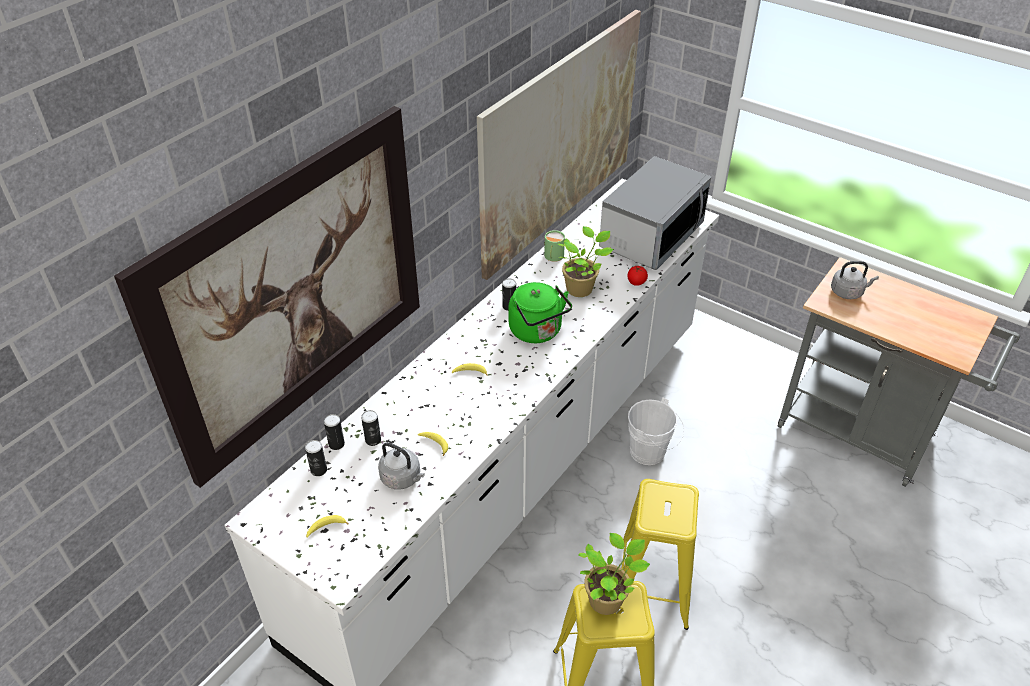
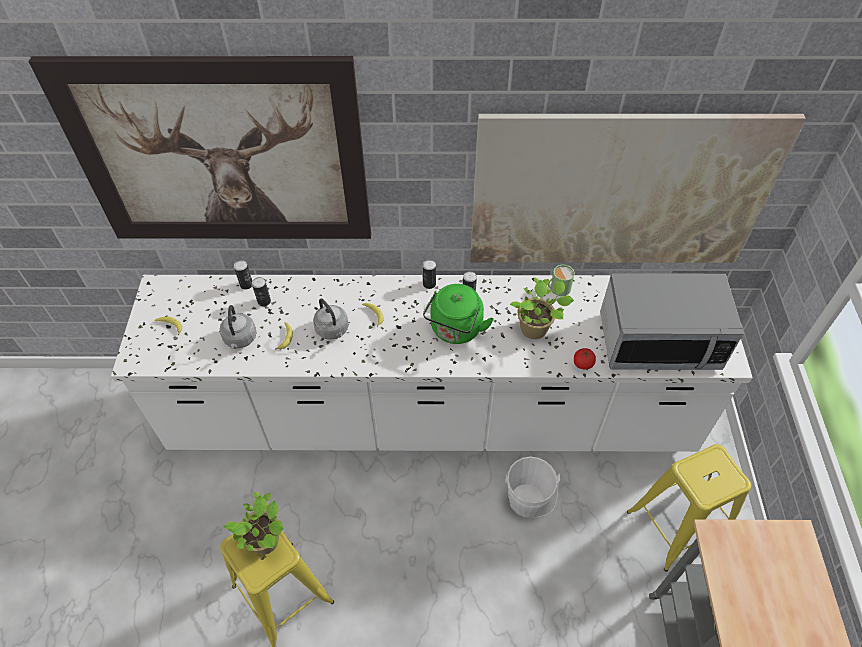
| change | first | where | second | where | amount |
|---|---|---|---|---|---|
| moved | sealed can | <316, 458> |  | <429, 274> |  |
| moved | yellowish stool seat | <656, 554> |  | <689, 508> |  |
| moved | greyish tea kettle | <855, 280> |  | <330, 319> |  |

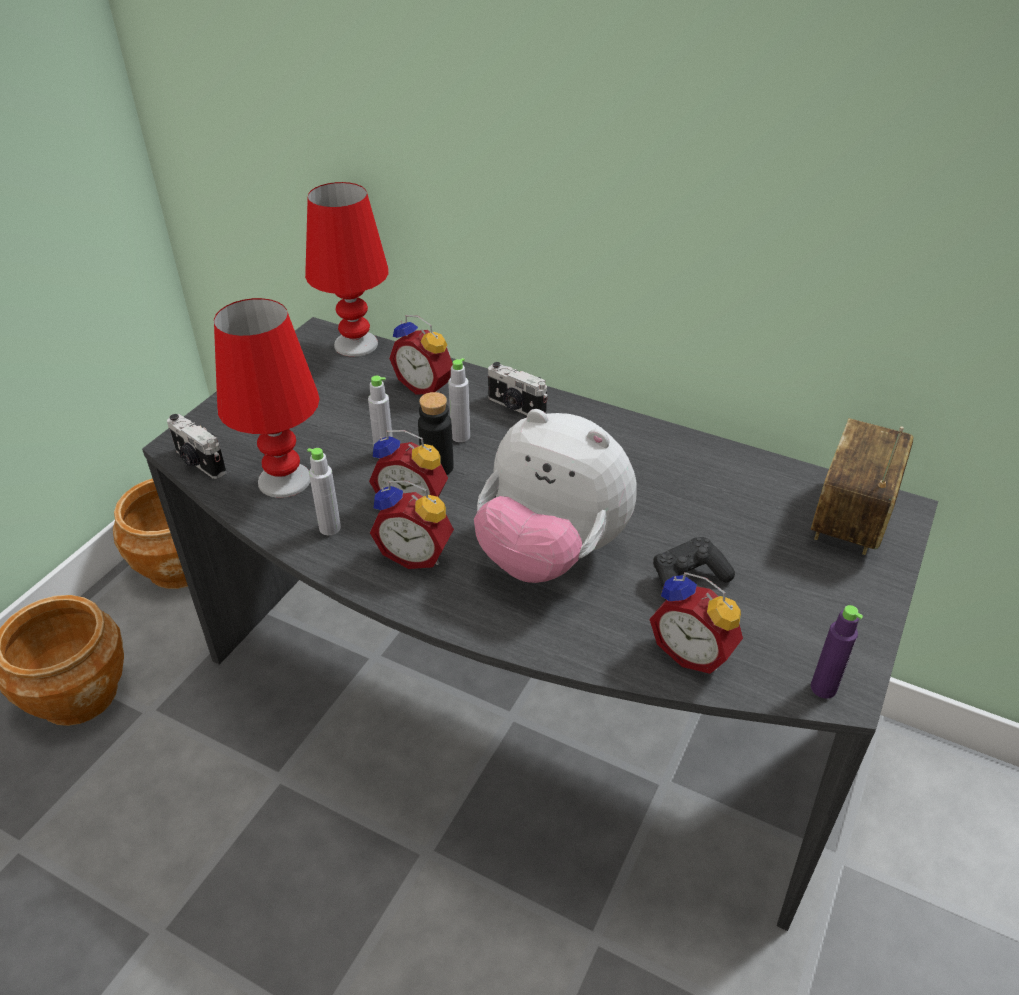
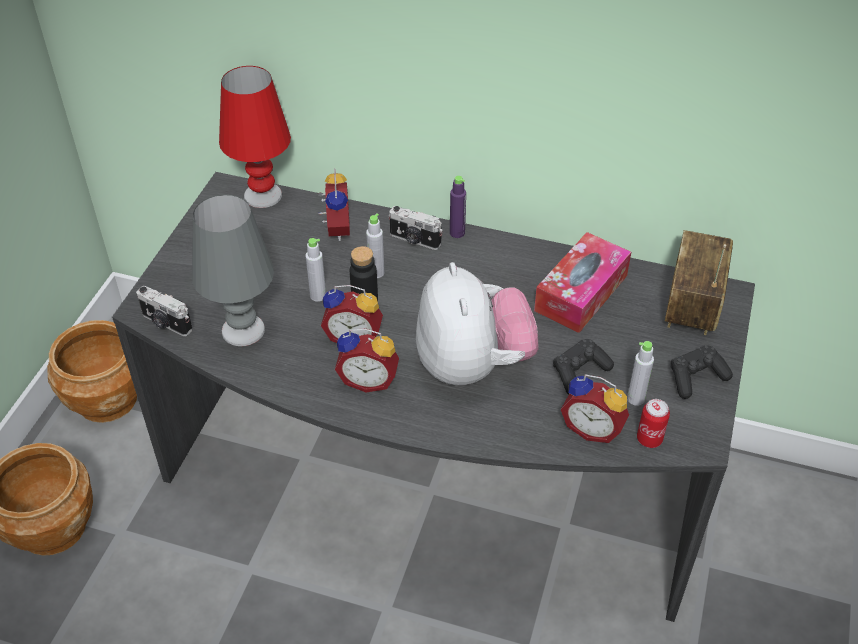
| change | first | where | second | where | amount |
|---|---|---|---|---|---|
| recoloured | red lamp for a table | <267, 398> | greyish lamp for a table | <233, 270> |  |
| moved | greyish drink bottle | <324, 491> |  | <640, 373> |  |
| turned | alarm clock | <421, 354> |  | <334, 205> | 120 degrees counterclockwise |
| turned | soft toy | <555, 496> |  | <477, 323> | 120 degrees counterclockwise |
| moved | purple-coloured drink bottle | <837, 651> |  | <458, 207> |  |
| added |  |  | box of tissues | <582, 282> |  |
| added |  |  | sealed can | <653, 423> |  |
| added |  |  | black-coloured gamepad | <701, 372> |  |

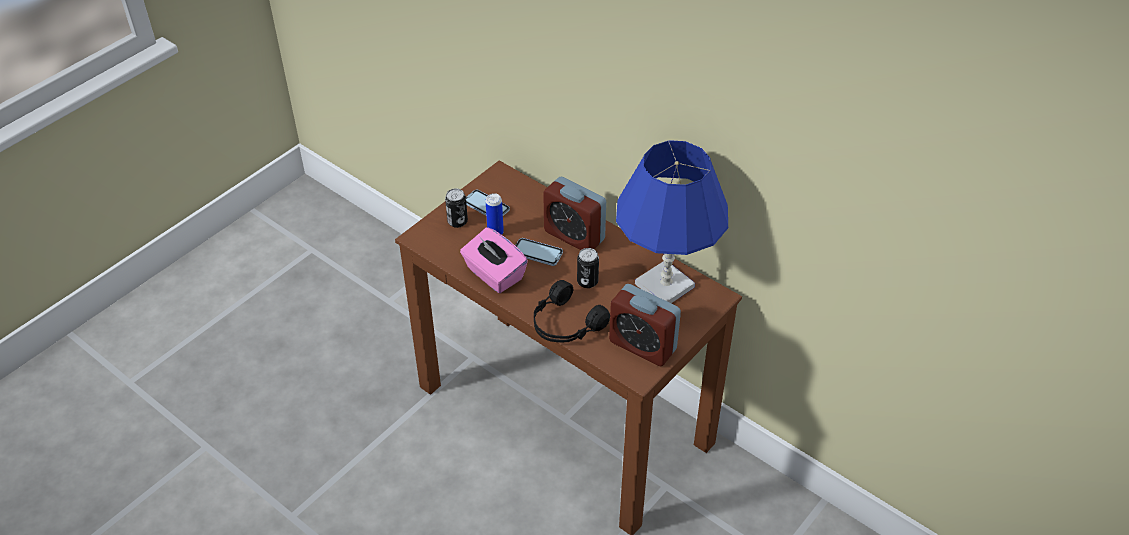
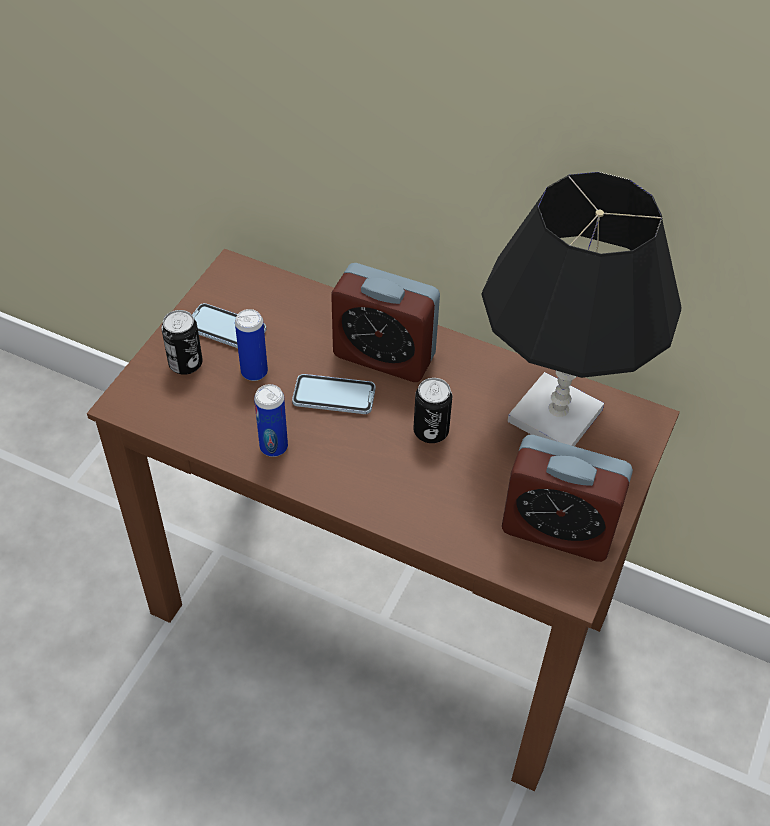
| change | first | where | second | where | amount |
|---|---|---|---|---|---|
| replaced | pink box of tissues | <494, 260> | sealed can | <271, 420> |  |
| removed | black-coloured pair of headphones | <572, 311> |  |  |  |
| recoloured | blue lamp for a table | <672, 221> | black-coloured lamp for a table | <581, 309> |  |

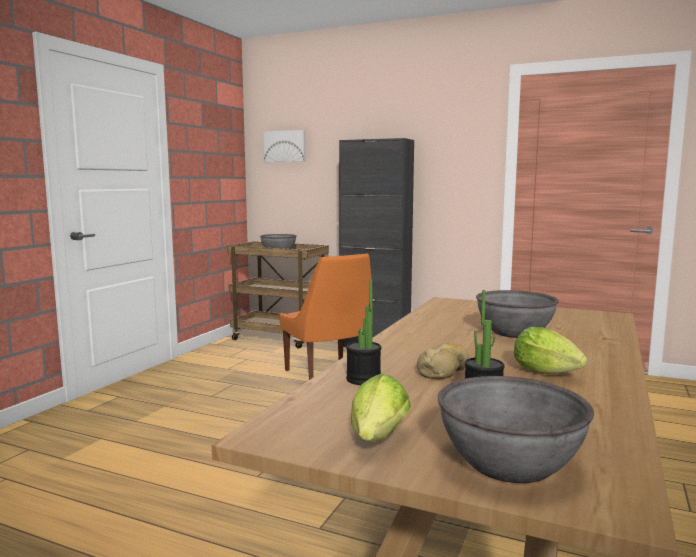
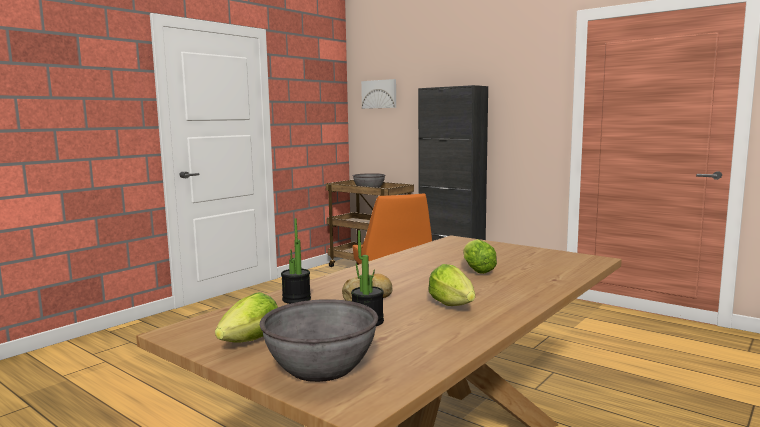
| change | first | where | second | where | amount |
|---|---|---|---|---|---|
| replaced | greyish serving bowl | <517, 314> | lettuce head | <480, 256> |  |

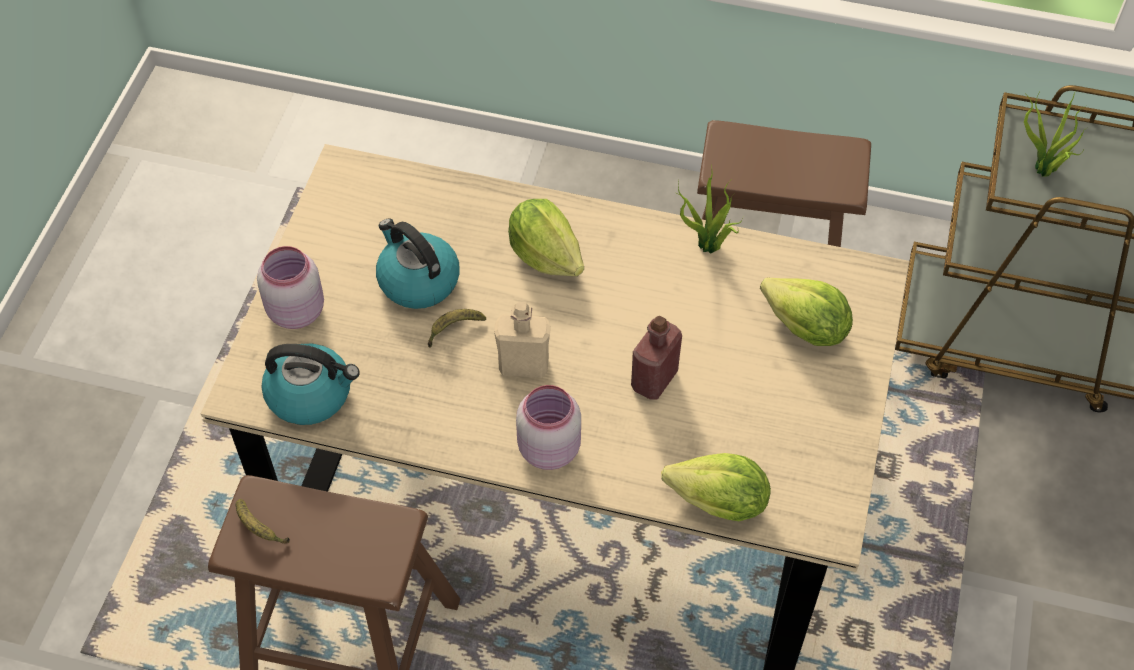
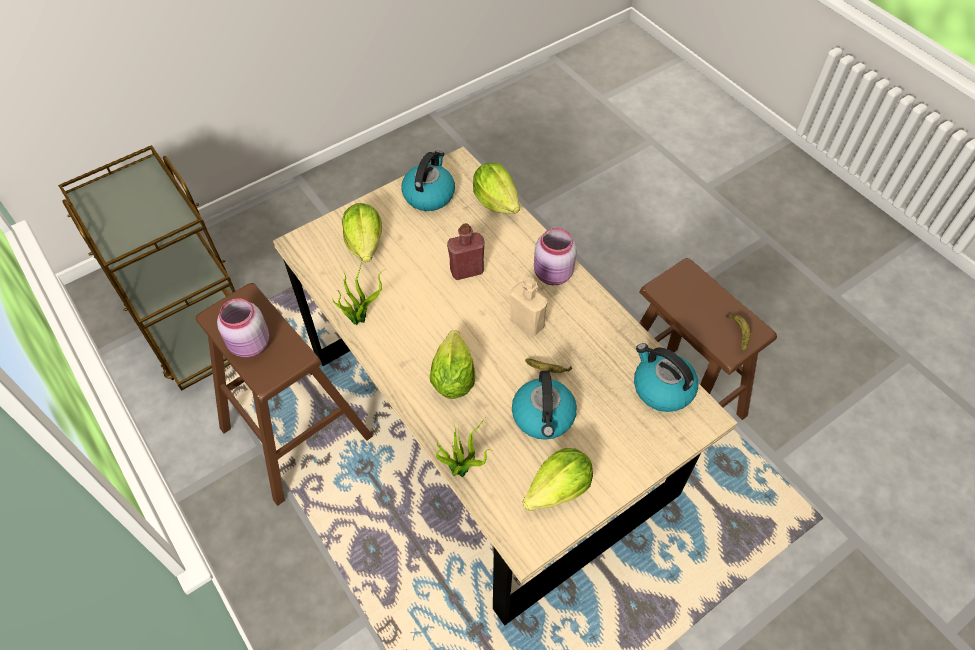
| change | first | where | second | where | amount |
|---|---|---|---|---|---|
| moved | pink jar | <290, 287> |  | <243, 328> |  |
| moved | plant in a pot | <1055, 133> |  | <464, 446> |  |
| added |  |  | tea kettle | <428, 180> |  |
| added |  |  | lettuce head | <557, 479> |  |

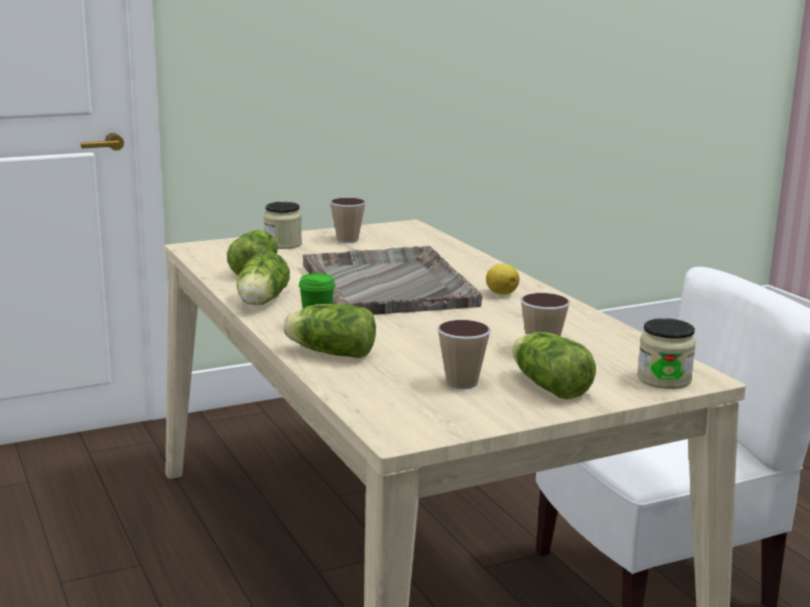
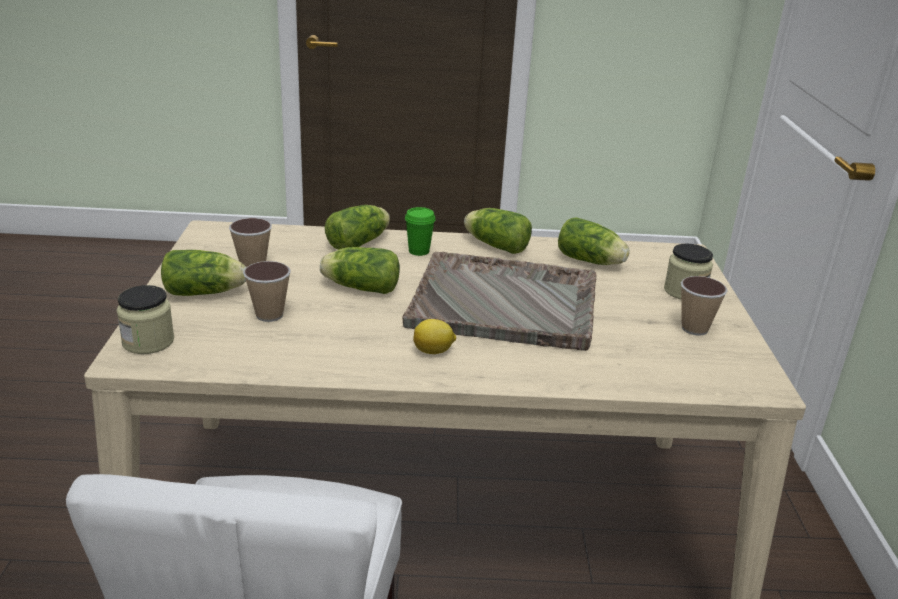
| change | first | where | second | where | amount |
|---|---|---|---|---|---|
| added |  |  | lettuce head | <360, 270> |  |

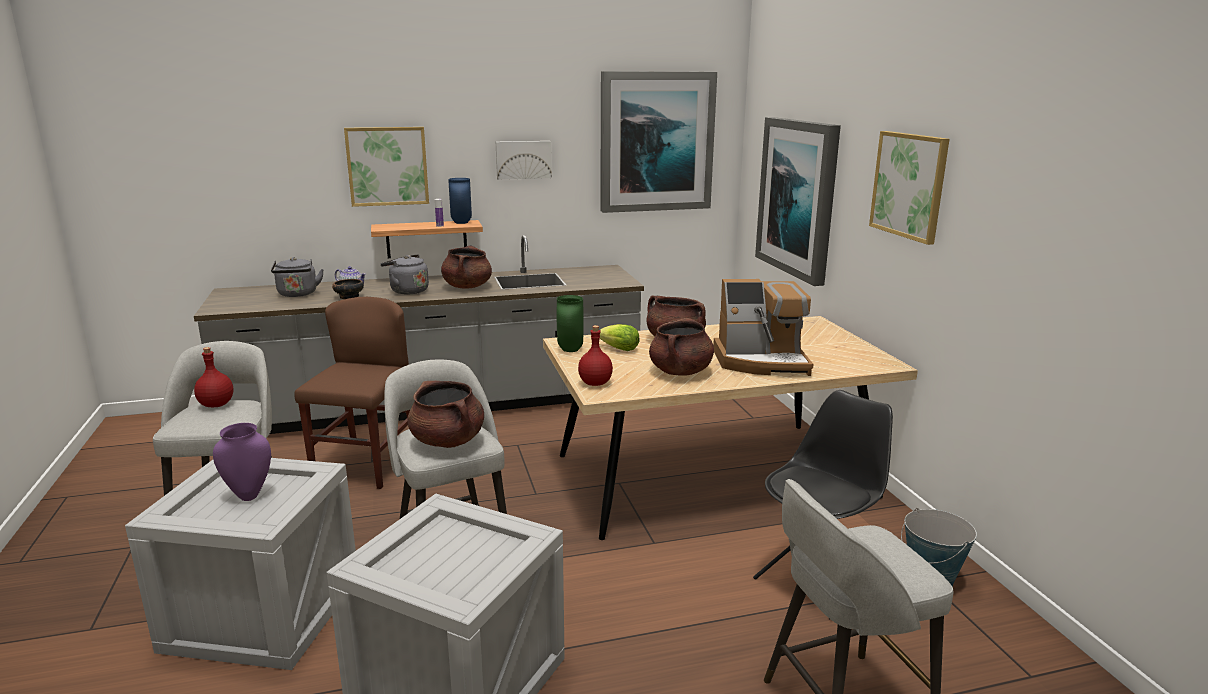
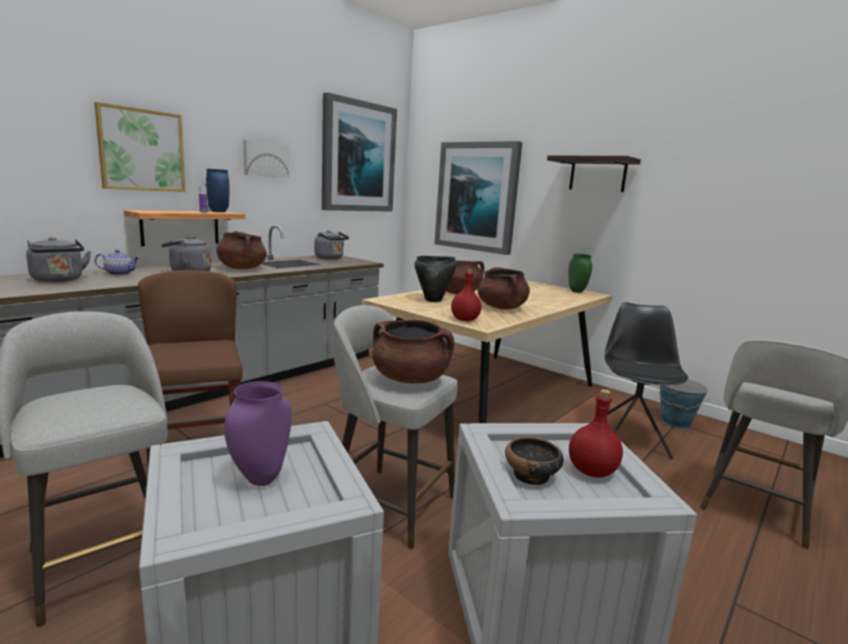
| change | first | where | second | where | amount |
|---|---|---|---|---|---|
| moved | red drink bottle | <213, 377> |  | <596, 433> |  |
| moved | serving bowl | <348, 289> |  | <534, 461> |  |
| moved | greenish flower vase | <570, 323> |  | <580, 273> |  |
| replaced | lettuce head | <619, 337> | black-coloured saucepot | <435, 279> |  |
| removed | coffee brewer | <763, 327> |  |  |  |
| replaced | wall picture | <909, 188> | wall shelf | <594, 173> |  |
| added |  |  | greyish tea kettle | <331, 245> |  |

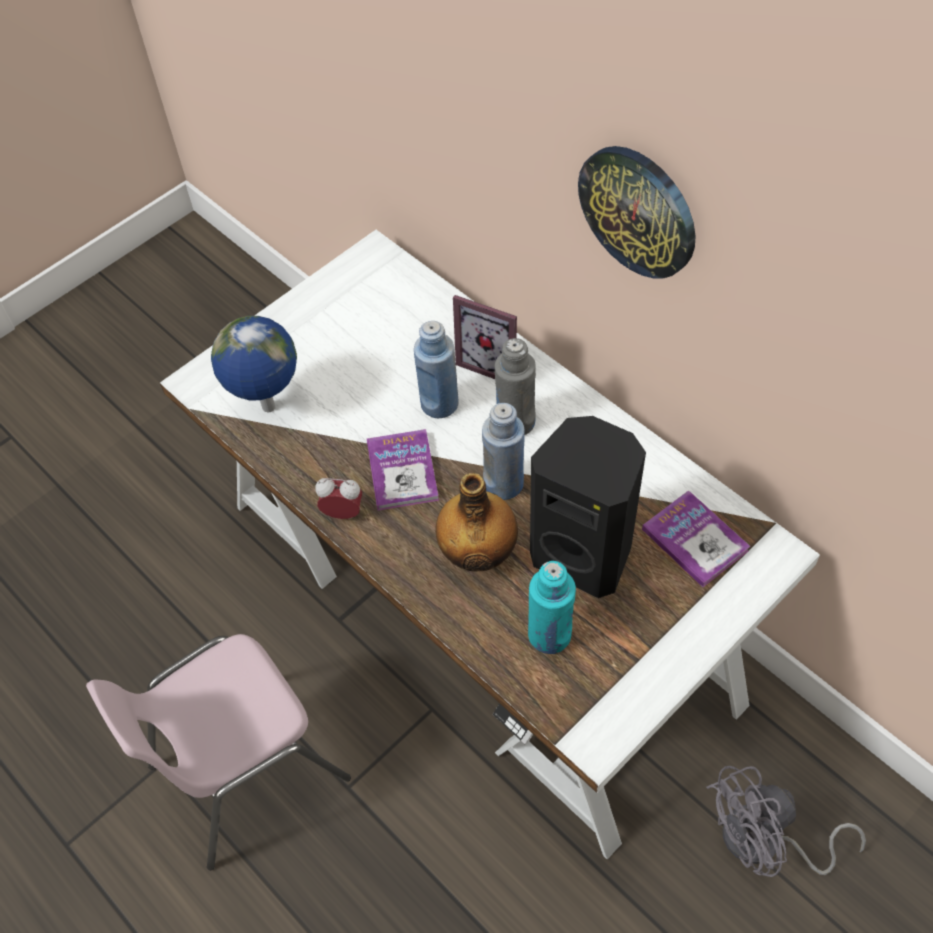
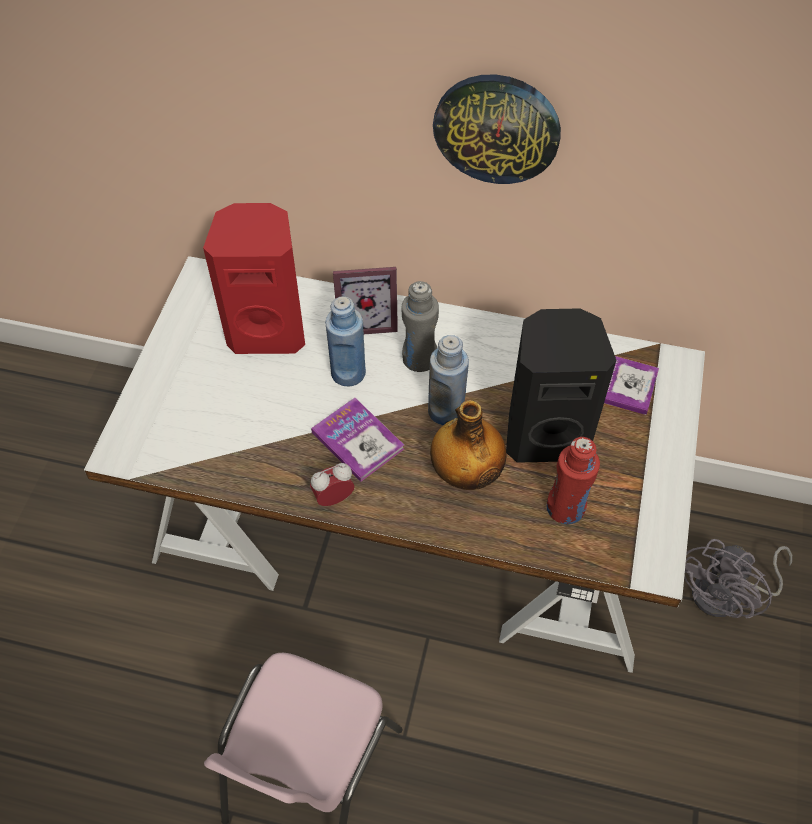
| change | first | where | second | where | amount |
|---|---|---|---|---|---|
| removed | world globe | <254, 364> |  |  |  |
| recoloured | blue-green drink bottle | <552, 607> | red drink bottle | <573, 480> |  |
| added |  |  | red loudspeaker | <254, 278> |  |

